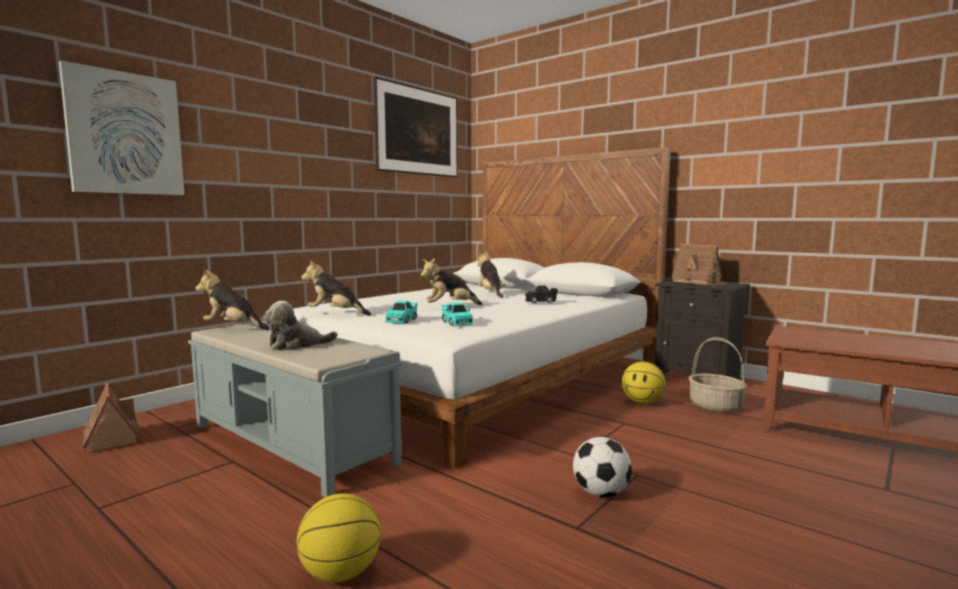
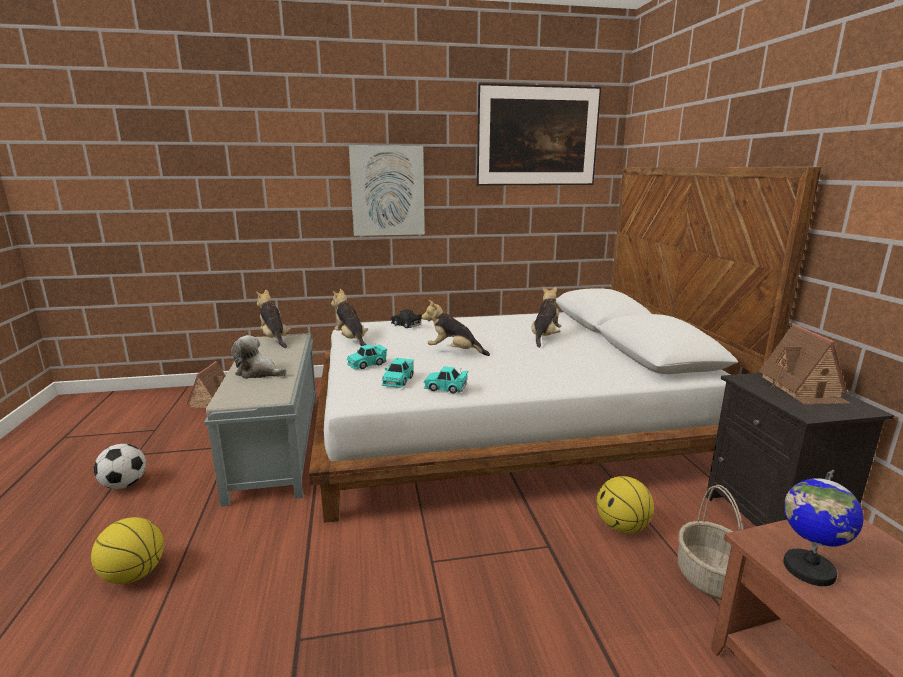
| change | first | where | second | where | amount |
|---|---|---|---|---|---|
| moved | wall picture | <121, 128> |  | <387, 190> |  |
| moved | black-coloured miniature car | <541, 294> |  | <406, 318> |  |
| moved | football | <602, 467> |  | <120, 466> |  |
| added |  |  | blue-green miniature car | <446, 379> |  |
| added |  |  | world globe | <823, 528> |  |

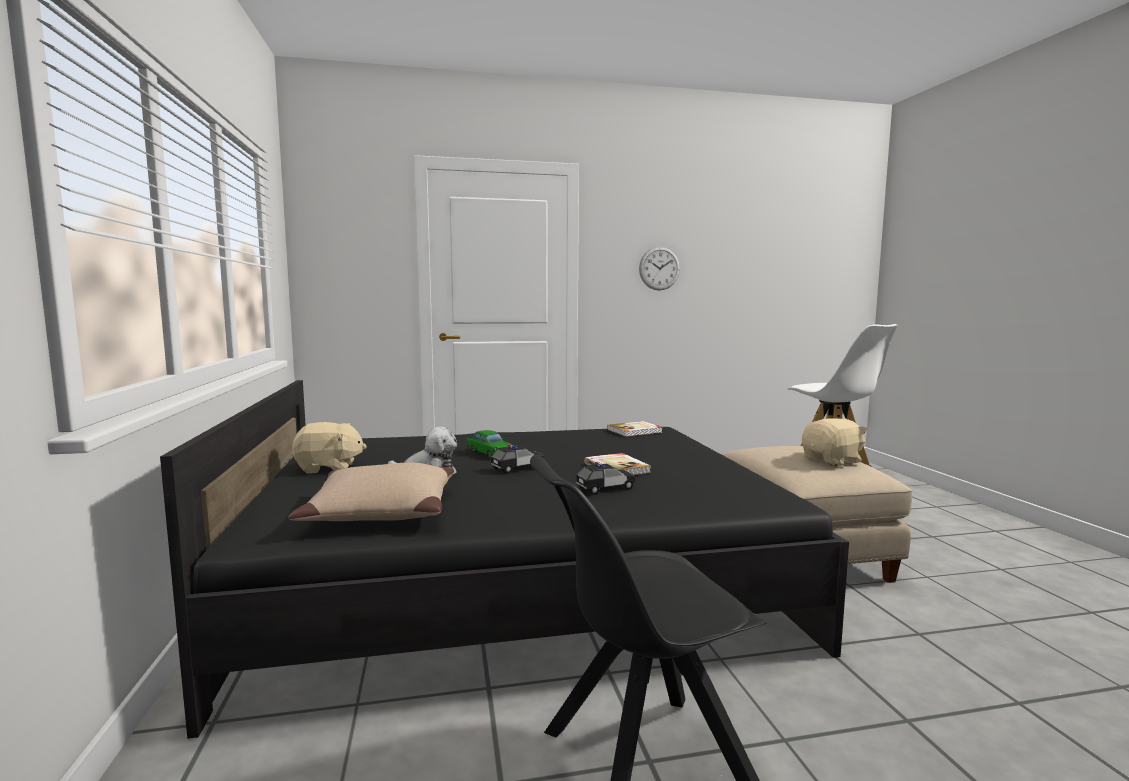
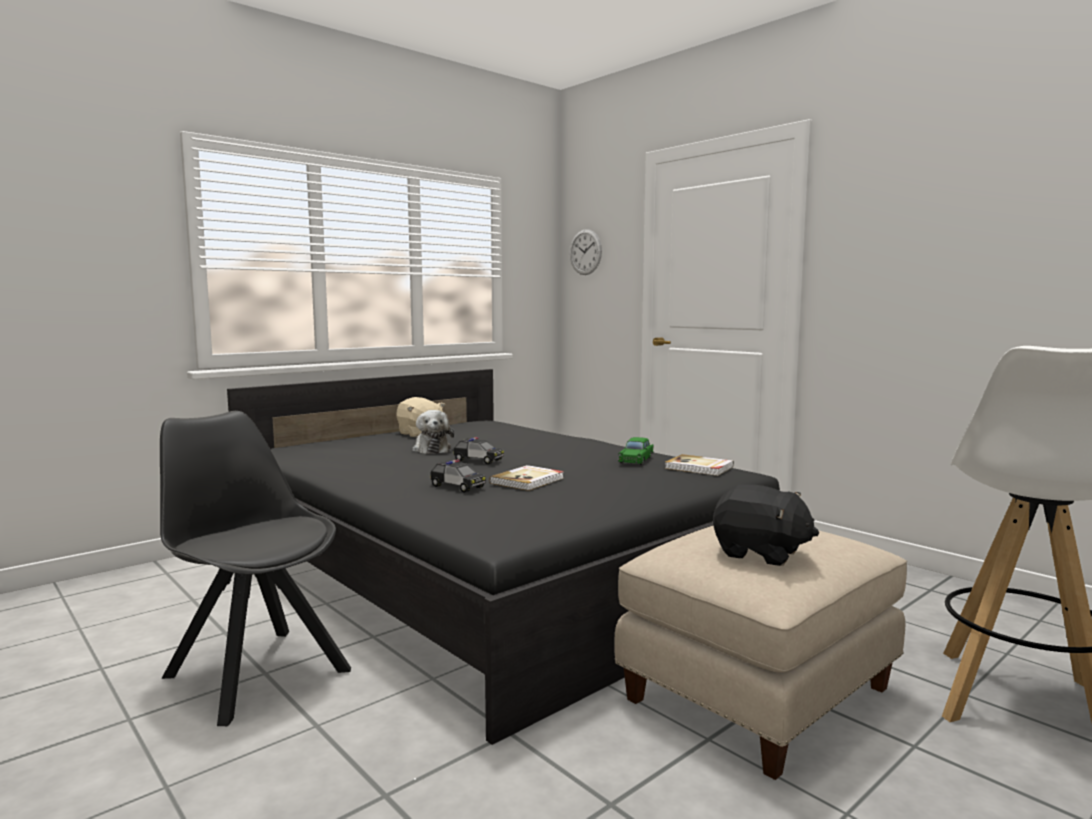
| change | first | where | second | where | amount |
|---|---|---|---|---|---|
| removed | beige-coloured pillow | <371, 492> |  |  |  |
| moved | greenish miniature car | <490, 444> |  | <636, 451> |  |
| moved | wall clock | <659, 268> |  | <586, 252> |  |
| recoloured | beige-coloured soft toy | <835, 442> | black-coloured soft toy | <766, 525> |  |

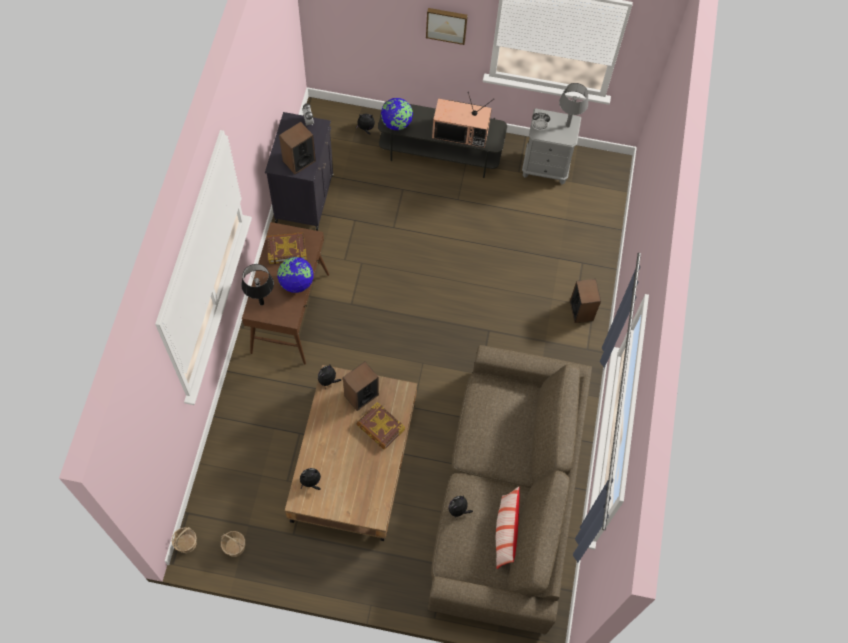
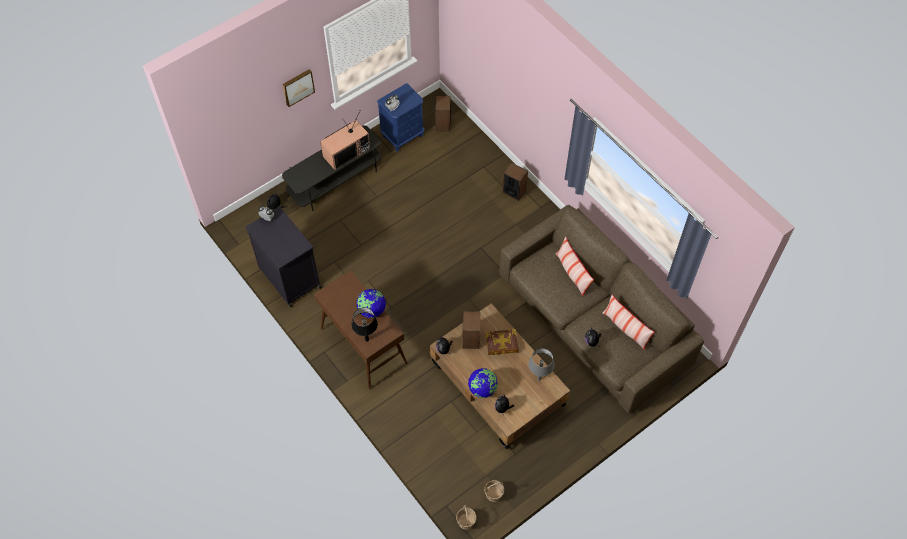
| change | first | where | second | where | amount |
|---|---|---|---|---|---|
| removed | volume | <287, 248> |  |  |  |
| moved | loudspeaker | <297, 148> |  | <443, 113> |  |
| moved | world globe | <397, 114> |  | <483, 383> |  |
| recoloured | greyish nightstand | <551, 146> | blue nightstand | <401, 117> |  |
| moved | greyish lamp for a table | <573, 105> |  | <541, 364> |  |
| added |  |  | pillow | <575, 266> |  |

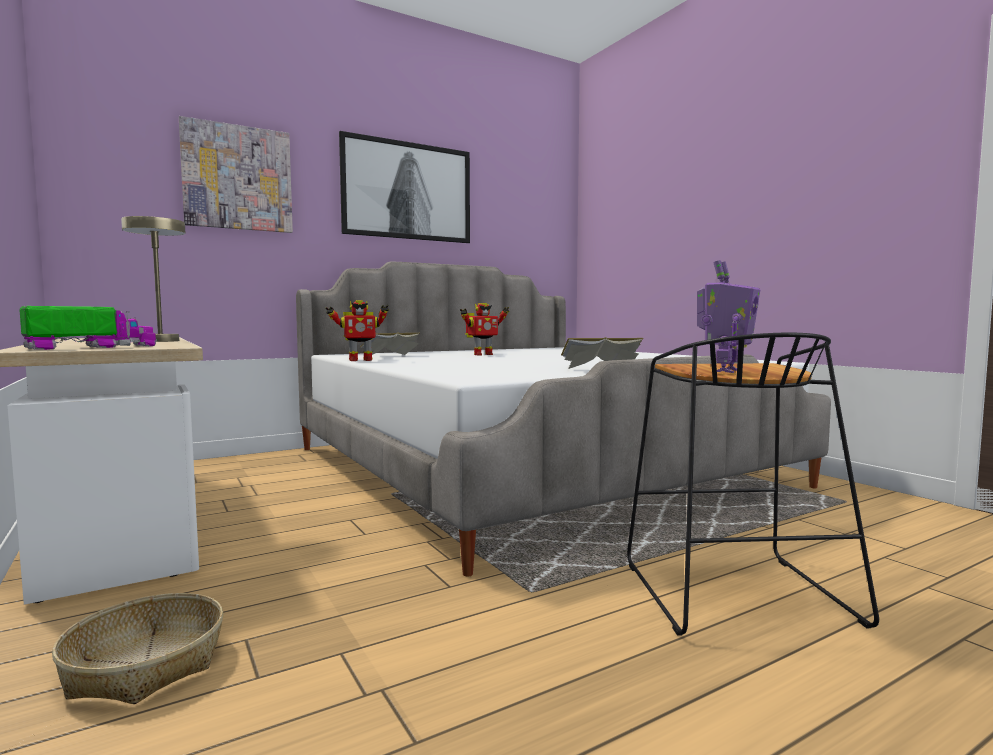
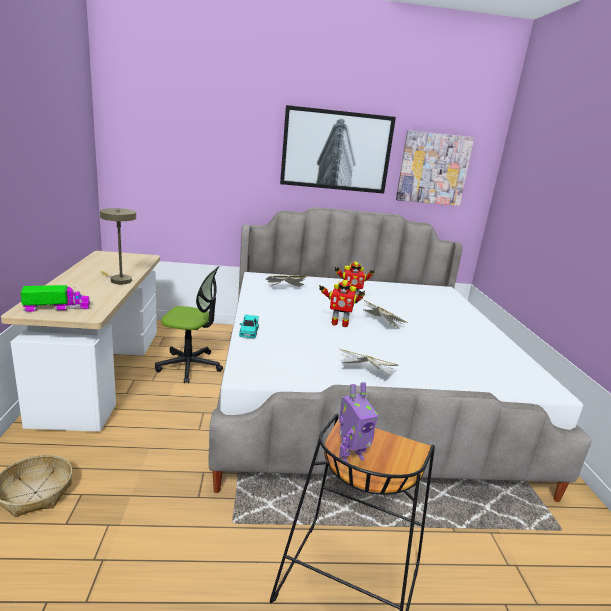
| change | first | where | second | where | amount |
|---|---|---|---|---|---|
| moved | wall picture | <236, 174> |  | <435, 168> |  |
| moved | model robot | <357, 330> |  | <342, 303> |  |
| added |  |  | office chair | <189, 324> |  |
| added |  |  | blue-green miniature car | <249, 326> |  |
| added |  |  | volume | <384, 314> |  |

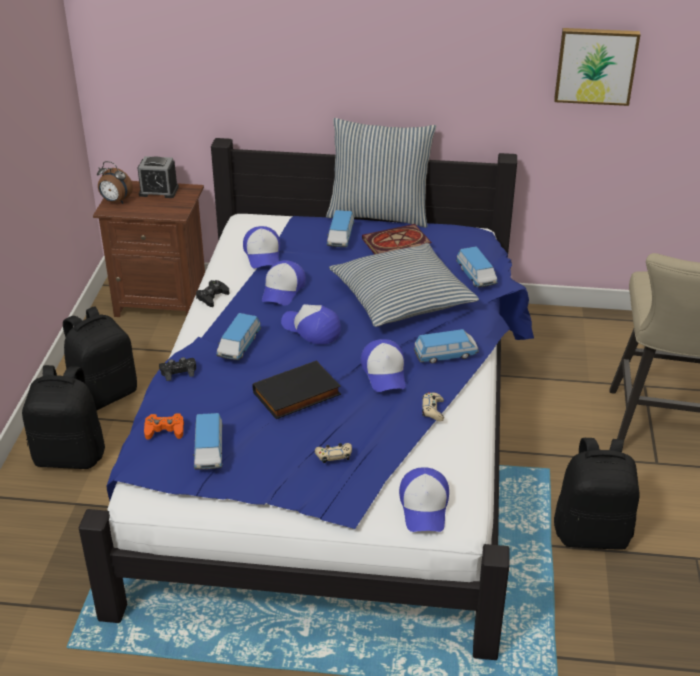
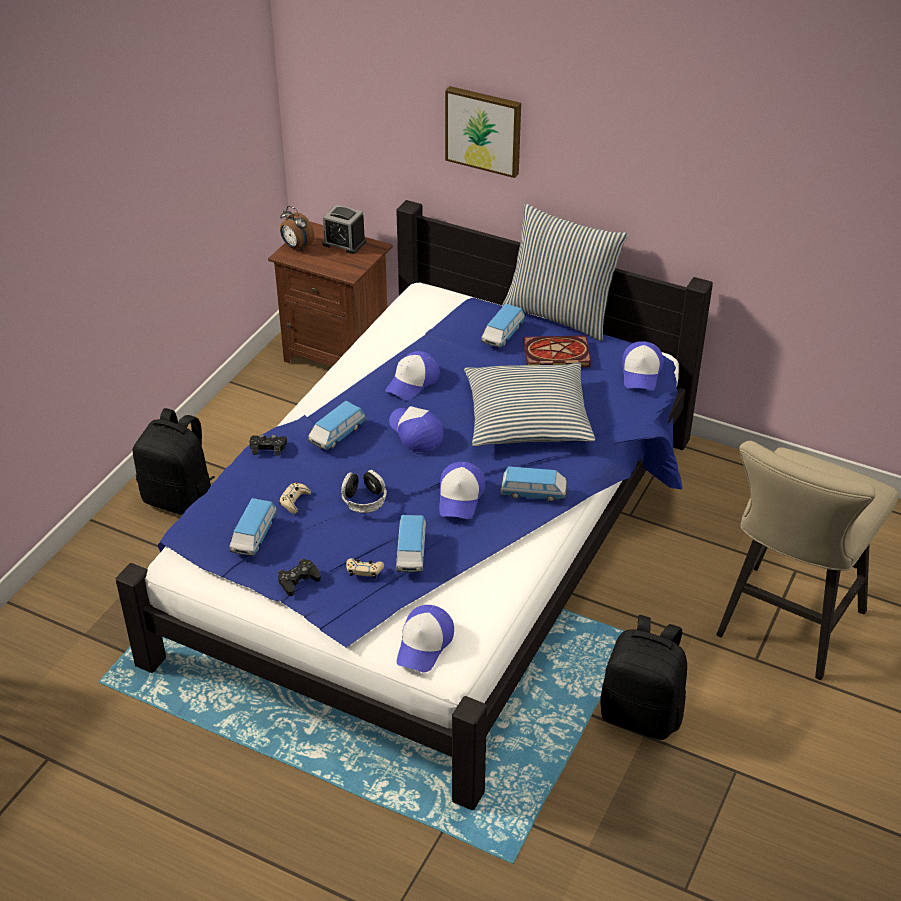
| change | first | where | second | where | amount |
|---|---|---|---|---|---|
| removed | black-coloured rucksack | <100, 358> |  |  |  |
| removed | orange gamepad | <164, 426> |  |  |  |
| moved | black-coloured gamepad | <212, 293> |  | <299, 577> |  |
| moved | cap | <261, 247> |  | <642, 365> |  |
| replaced | black-coloured volume | <296, 389> | pair of headphones | <364, 491> |  |
| moved | beige-coloured gamepad | <433, 407> |  | <295, 498> |  |
| moved | miniature car | <477, 266> |  | <410, 543> |  |
| moved | wall picture | <597, 67> |  | <483, 132> |  |

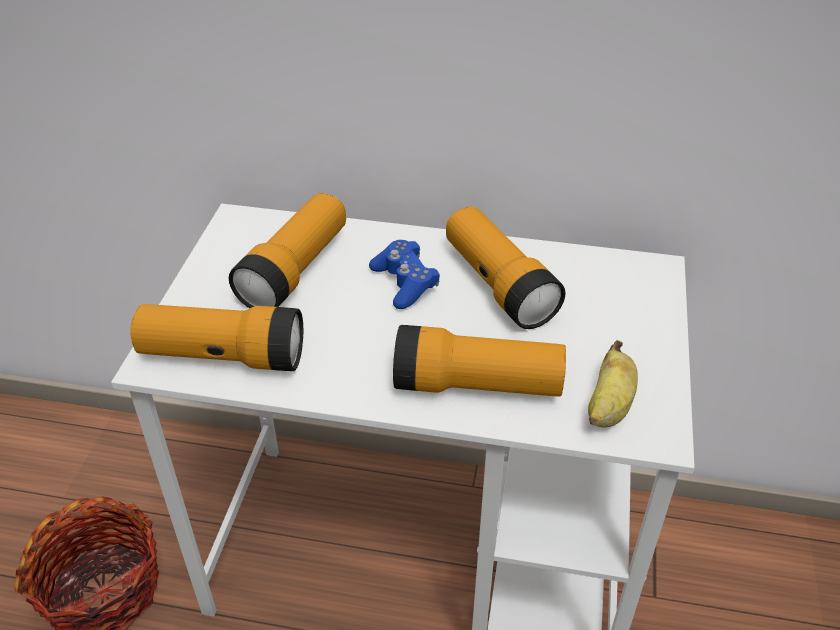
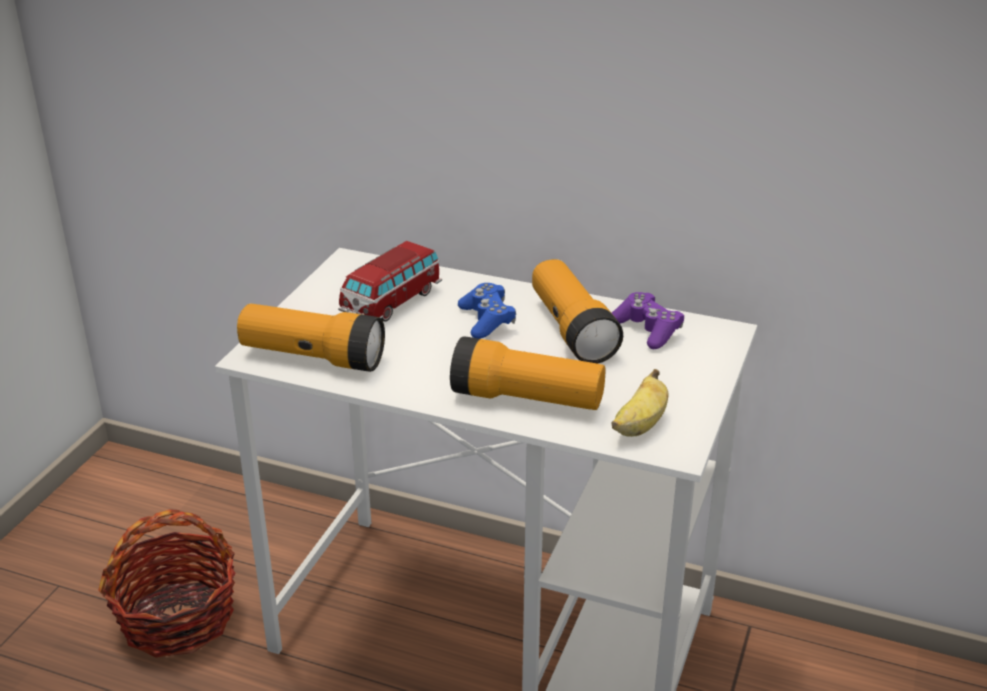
| change | first | where | second | where | amount |
|---|---|---|---|---|---|
| replaced | flashlight | <287, 250> | miniature car | <390, 281> |  |
| added |  |  | purple-coloured gamepad | <648, 320> |  |

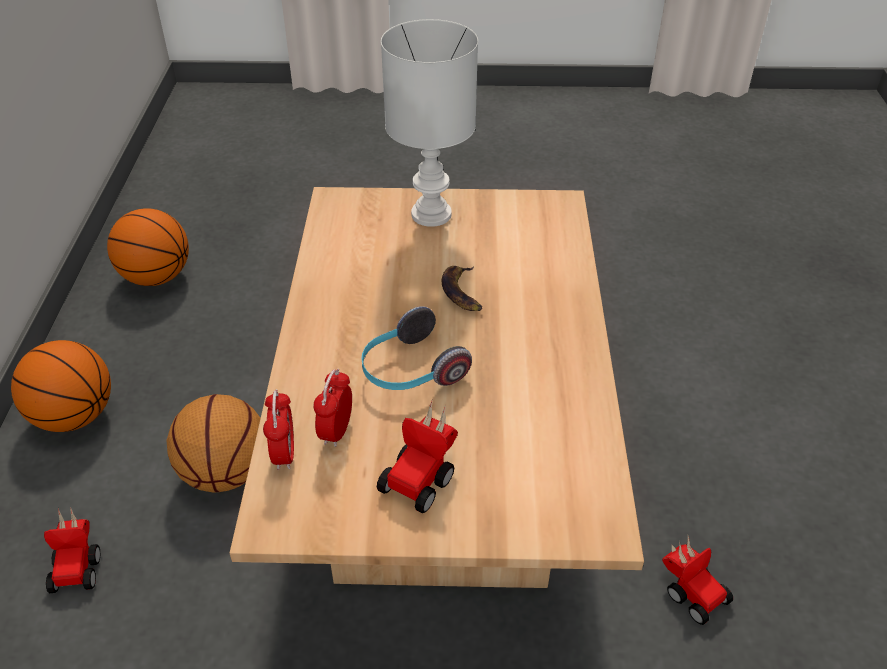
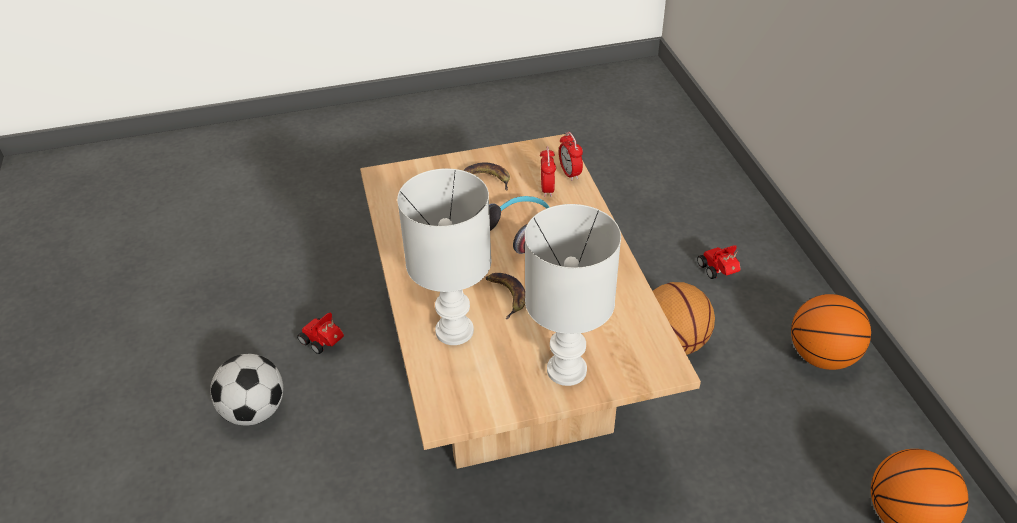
| change | first | where | second | where | amount |
|---|---|---|---|---|---|
| replaced | miniature car | <417, 455> | whole banana | <486, 177> |  |
| added |  |  | football | <246, 389> |  |
| added |  |  | white-coloured lamp for a table | <444, 256> |  |

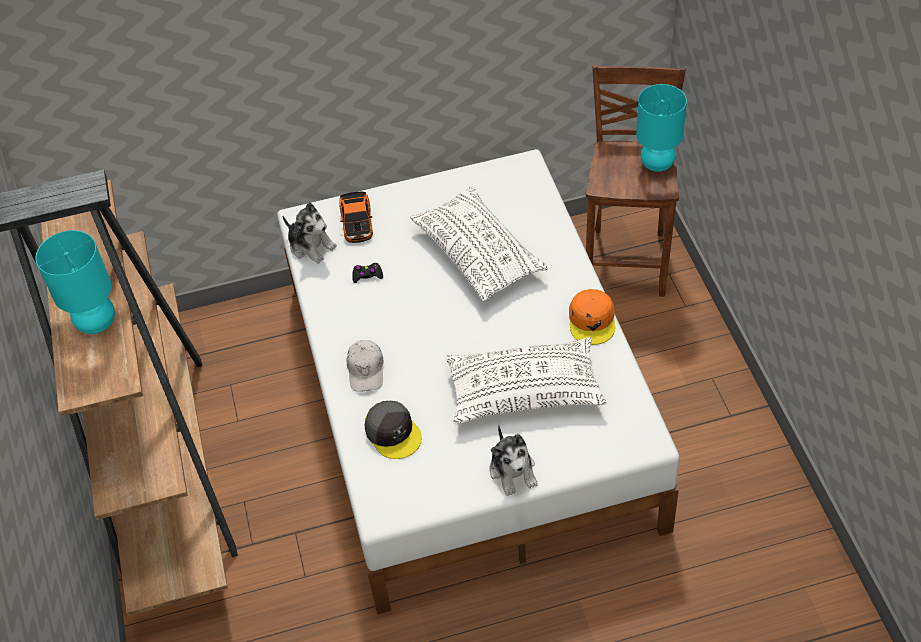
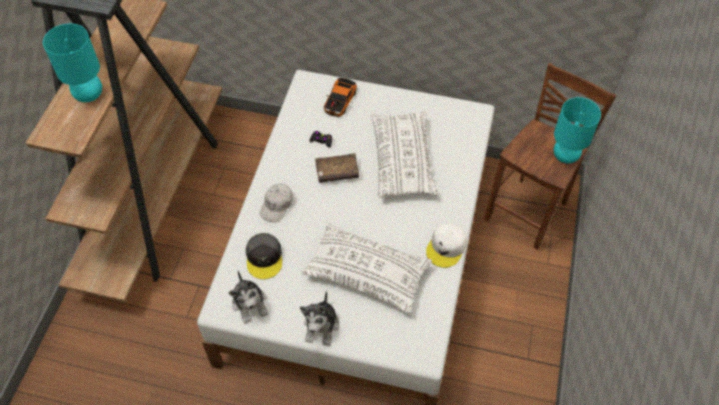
| change | first | where | second | where | amount |
|---|---|---|---|---|---|
| moved | soft toy | <310, 233> |  | <248, 297> |  |
| recoloured | orange cap | <592, 317> | white-coloured cap | <446, 245> |  |
| added |  |  | brown-coloured volume | <337, 168> |  |

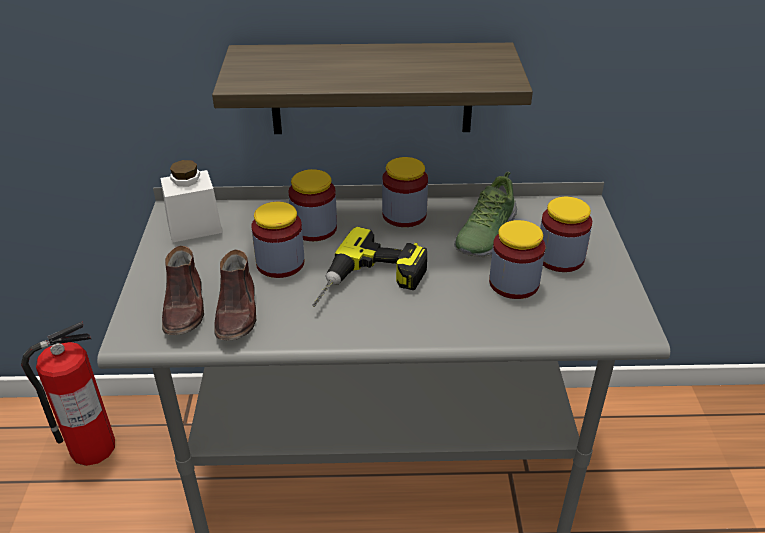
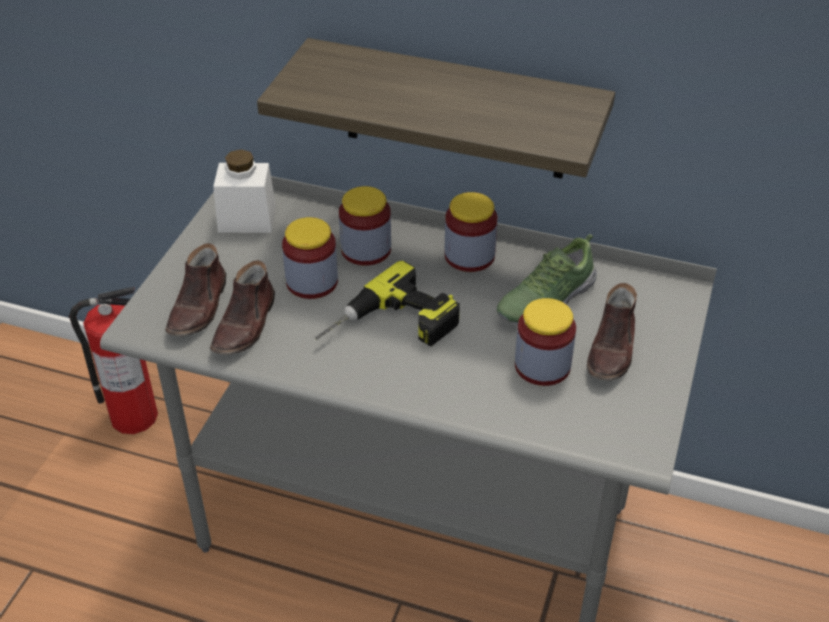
| change | first | where | second | where | amount |
|---|---|---|---|---|---|
| replaced | jar | <566, 234> | brown-coloured shoe | <612, 332> |  |

